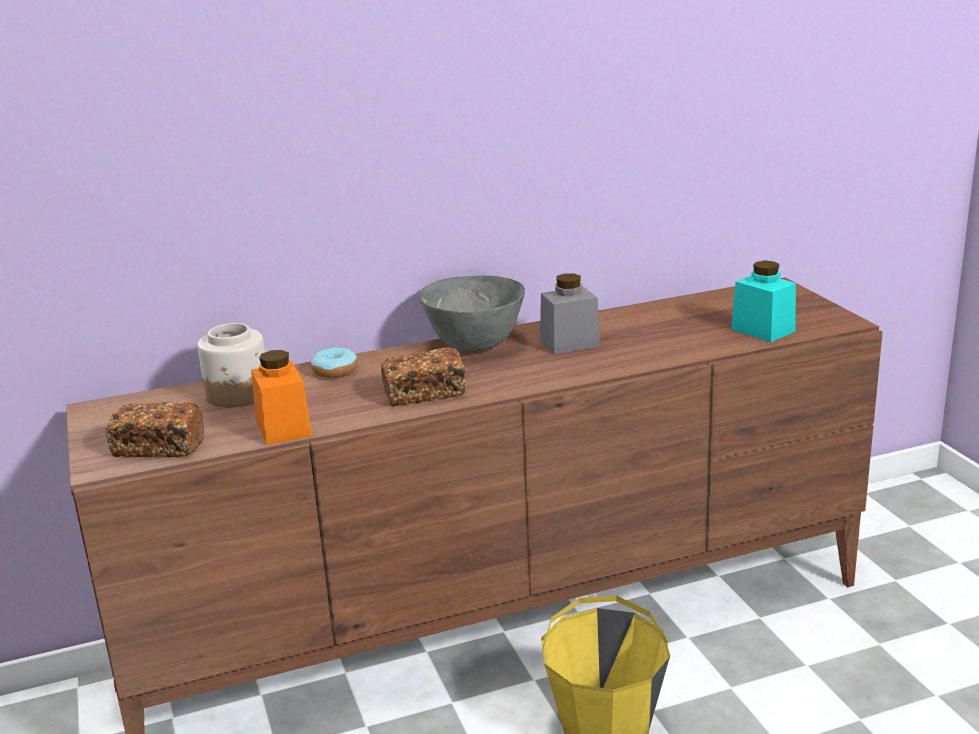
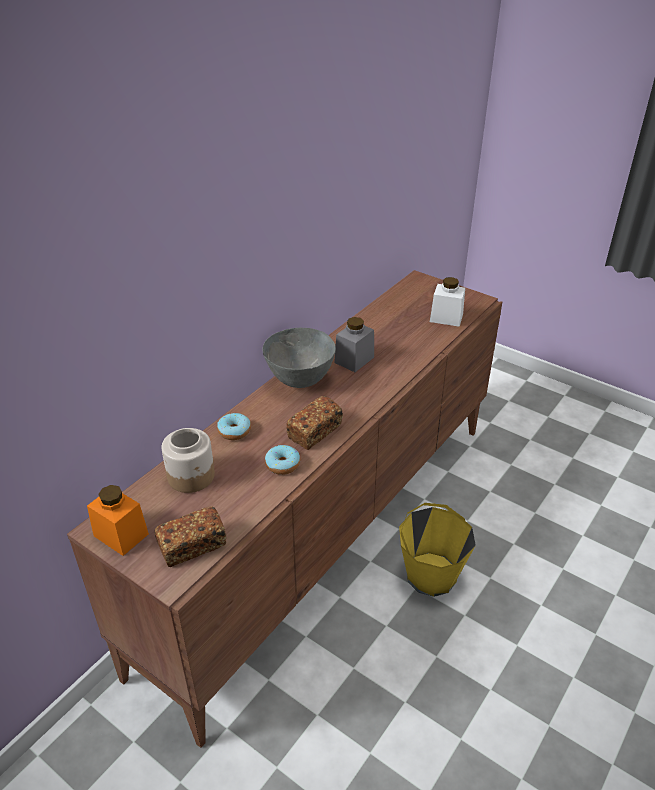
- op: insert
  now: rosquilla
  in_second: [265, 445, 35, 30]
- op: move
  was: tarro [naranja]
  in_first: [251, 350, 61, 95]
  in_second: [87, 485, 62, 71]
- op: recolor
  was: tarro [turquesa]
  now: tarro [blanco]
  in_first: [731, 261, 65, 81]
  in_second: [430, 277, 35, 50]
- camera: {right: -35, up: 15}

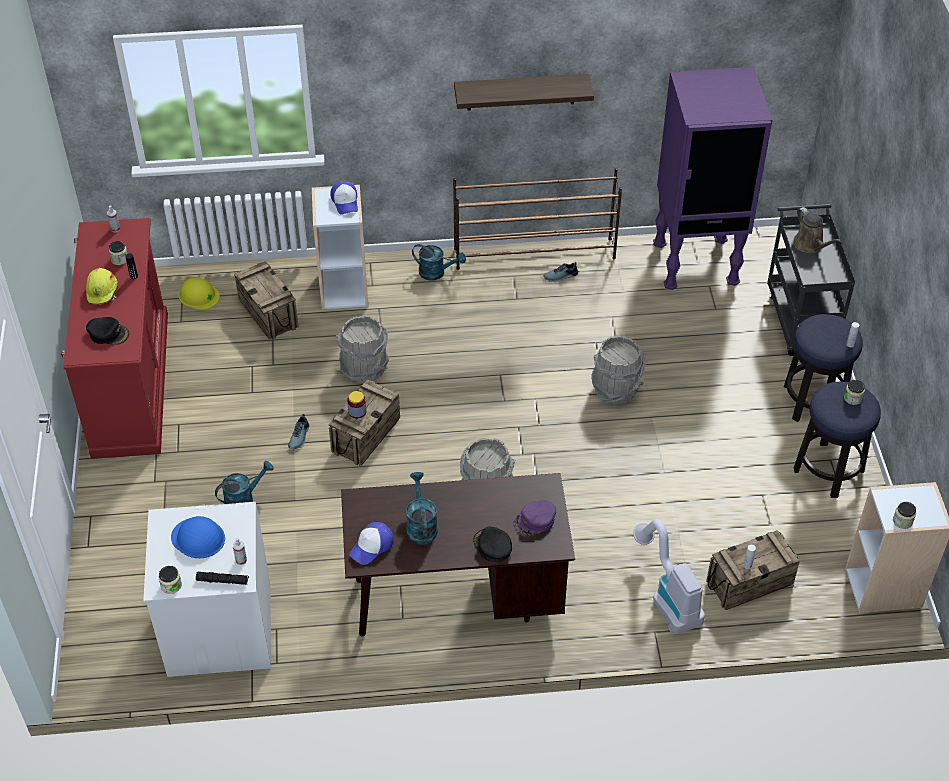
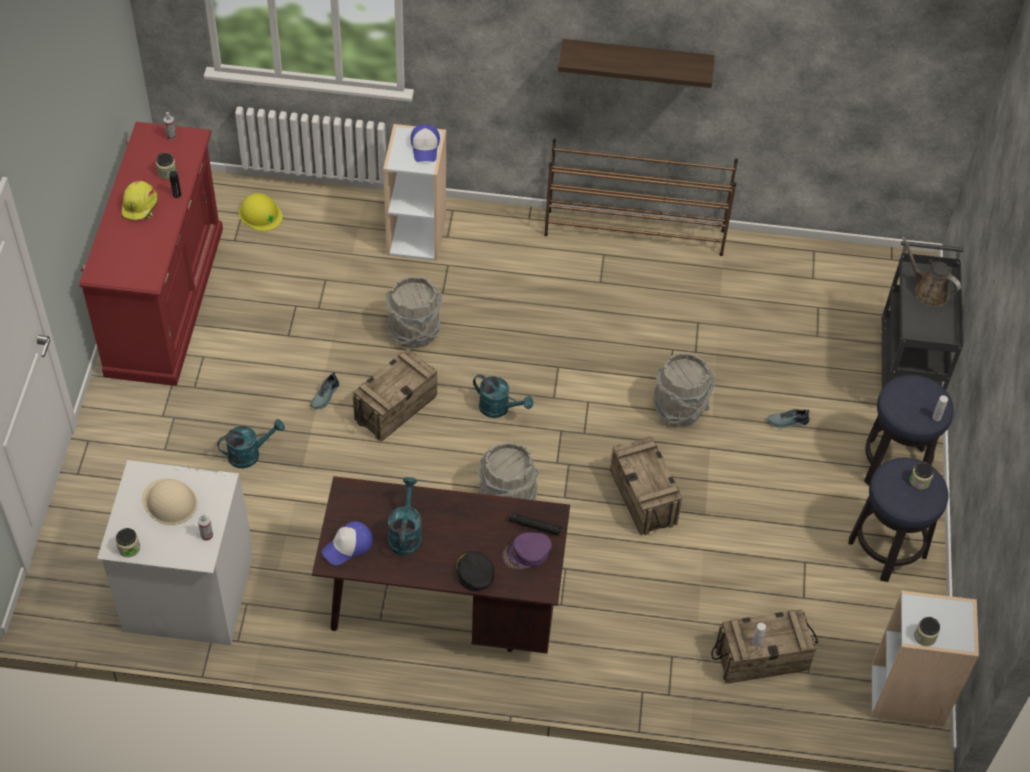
- op: delete
  was: gorra [negro]
  in_first: [86, 317, 43, 28]
- op: delete
  was: tarro
  in_first: [347, 391, 19, 28]
- op: delete
  was: aspiradora
  in_first: [633, 519, 72, 115]
- op: delete
  was: armario [morado]
  in_first: [653, 67, 119, 223]
- op: move
  was: linterna [negro]
  in_first: [196, 572, 53, 13]
  in_second: [509, 512, 53, 24]
- op: move
  was: caja de embalaje
  in_first: [234, 261, 65, 79]
  in_second: [610, 437, 72, 98]
- op: move
  was: regadera [turquesa]
  in_first: [412, 244, 54, 37]
  in_second: [473, 374, 60, 44]
- op: move
  was: zapato
  in_first: [544, 262, 34, 20]
  in_second: [767, 409, 43, 19]
- op: recolor
  was: casco [azul]
  now: casco [beis]
  in_first: [171, 516, 54, 42]
  in_second: [142, 479, 56, 46]
- op: rotate
  was: regadera [marrón]
  in_first: [793, 207, 48, 46]
  in_second: [901, 236, 60, 71]
  clockwise: 150
- camera: {right: 10, up: 5}

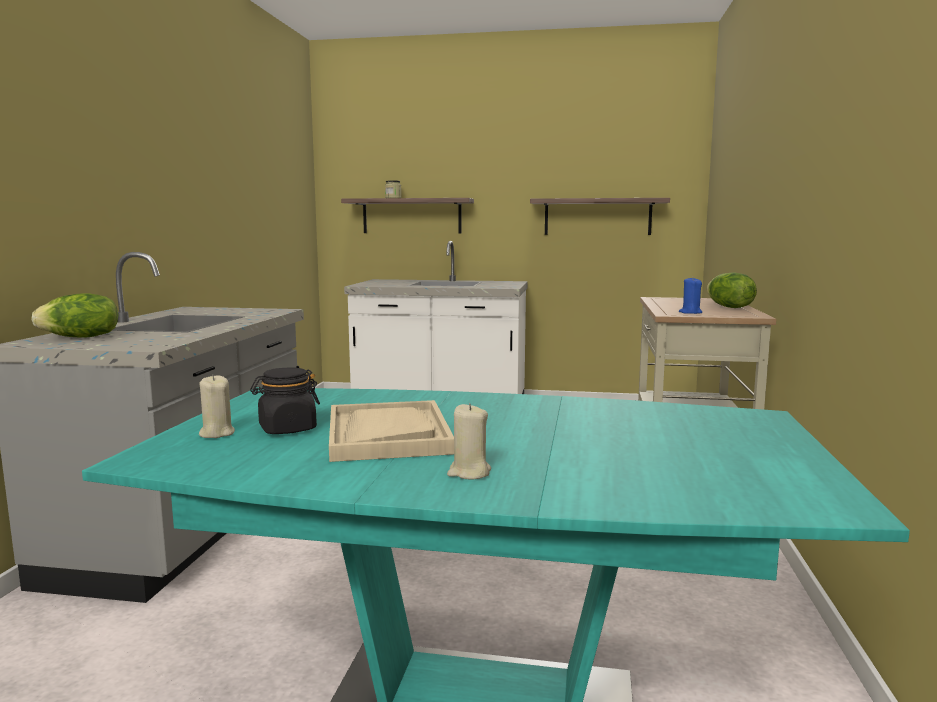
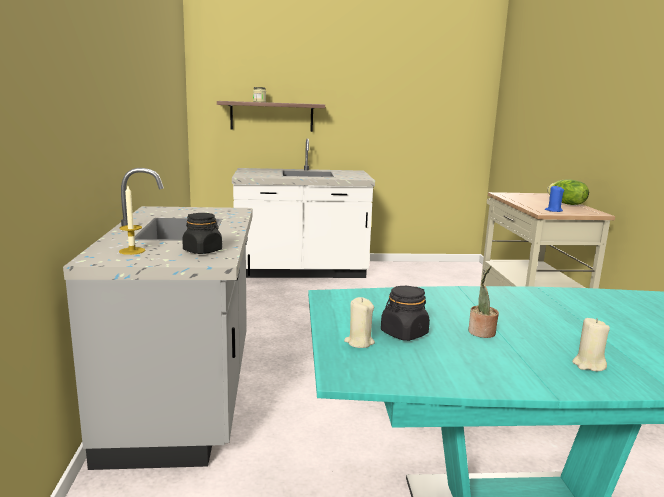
- op: delete
  was: estante
  in_first: [530, 198, 140, 37]
- op: insert
  now: tarro [negro]
  in_second: [182, 213, 40, 41]
- op: replace
  was: lechuga
  now: vela
  in_first: [31, 293, 87, 45]
  in_second: [119, 186, 26, 69]
- op: replace
  was: bandeja [beis]
  now: planta en maceta
  in_first: [329, 400, 125, 62]
  in_second: [468, 265, 31, 73]
- camera: {right: -15, up: 5}

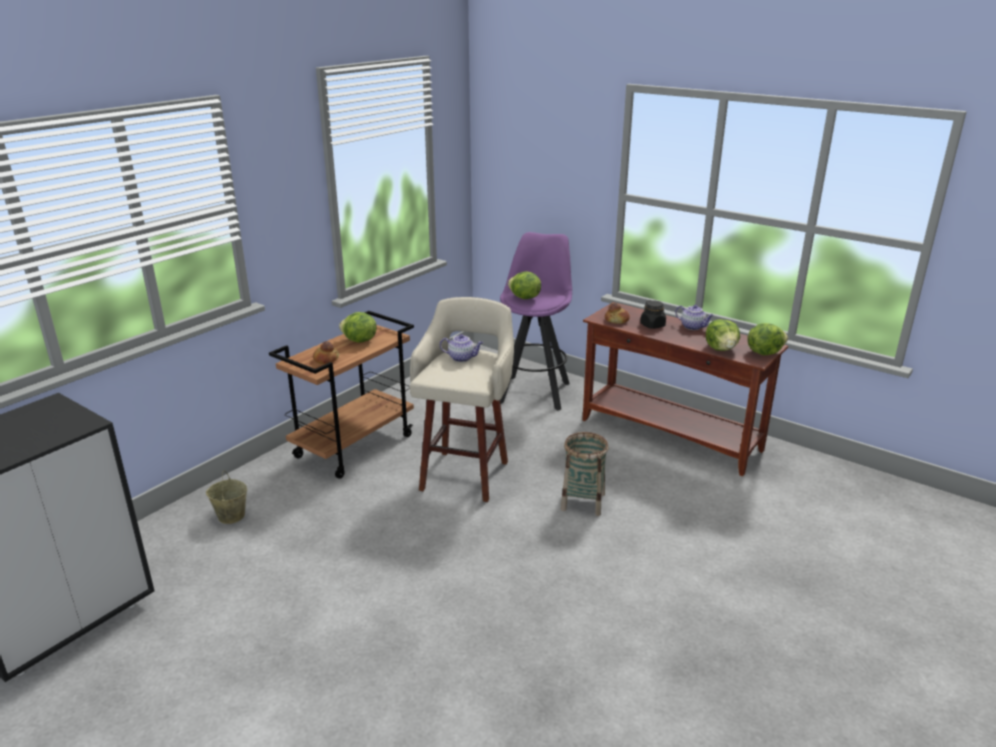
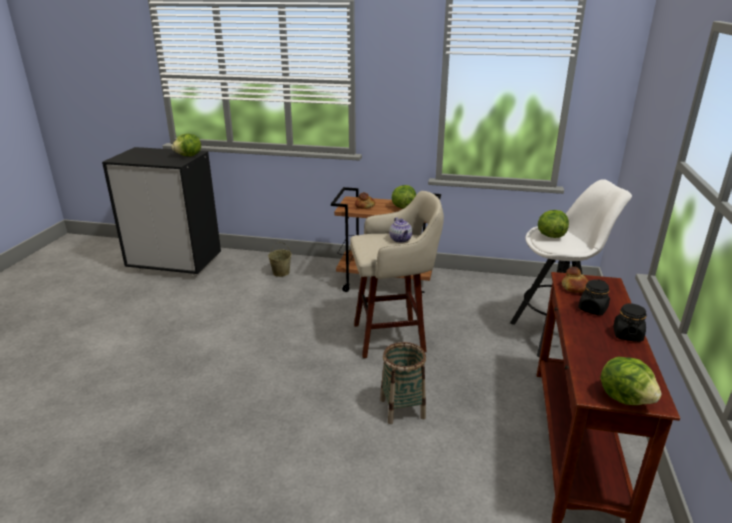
- op: move
  was: lechuga
  in_first: [706, 319, 34, 32]
  in_second: [172, 134, 29, 22]
- op: replace
  was: tetera
  now: tarro [negro]
  in_first: [675, 305, 39, 25]
  in_second: [613, 303, 34, 39]
- op: recolor
  was: taburete [morado]
  now: taburete [blanco]
  in_first: [500, 232, 72, 178]
  in_second: [510, 179, 122, 178]
- camera: {right: 65, up: 0}

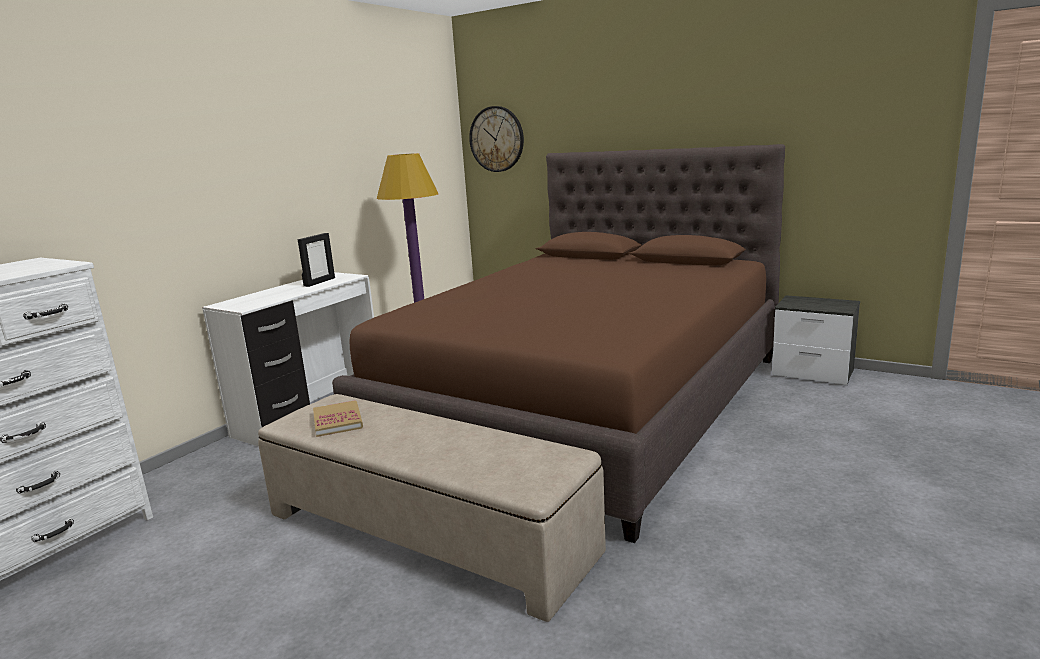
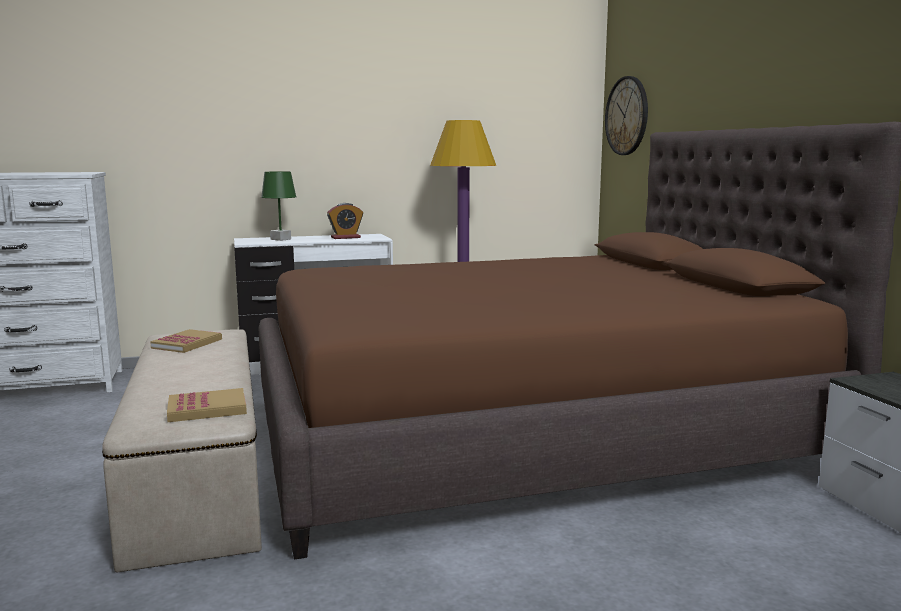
- op: insert
  now: libro
  in_second: [167, 388, 80, 34]
- op: insert
  now: lámpara de mesa [verde]
  in_second: [261, 171, 36, 70]
- op: replace
  was: portarretratos
  now: despertador
  in_first: [298, 233, 37, 54]
  in_second: [327, 203, 36, 36]
- camera: {right: 40, up: -5}

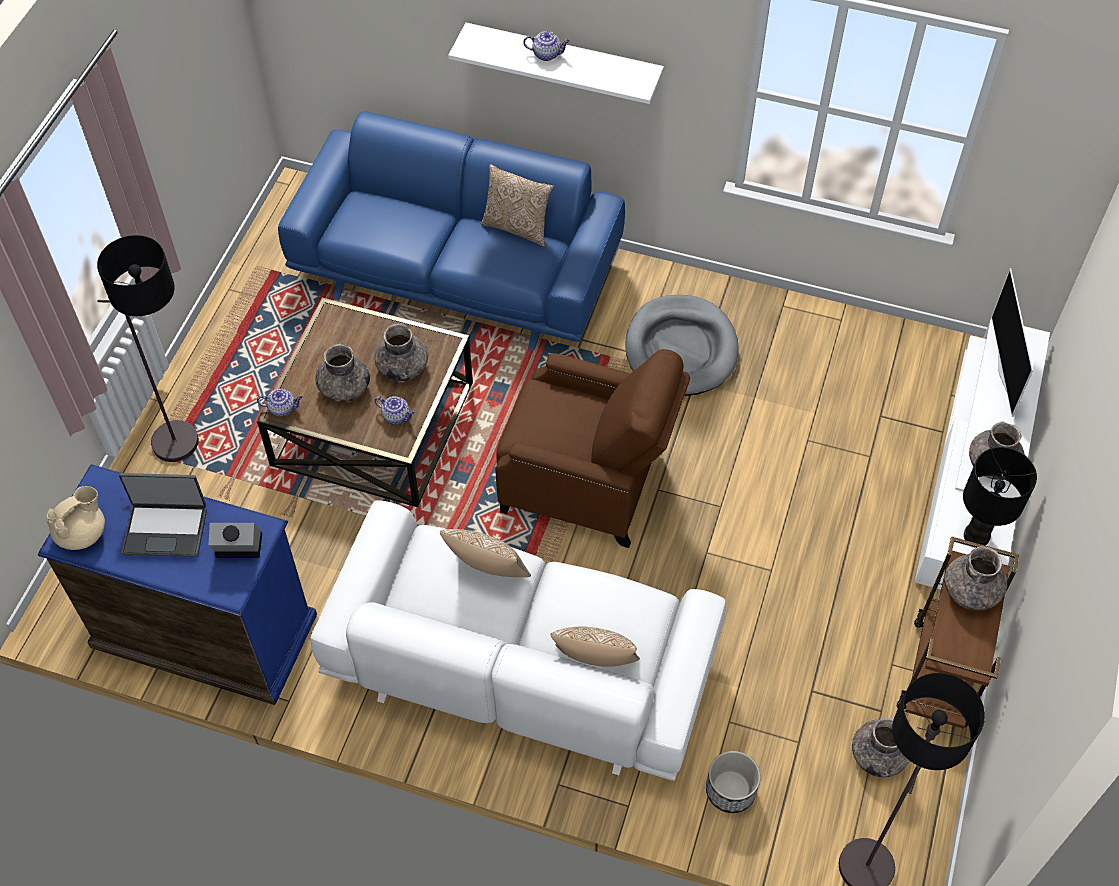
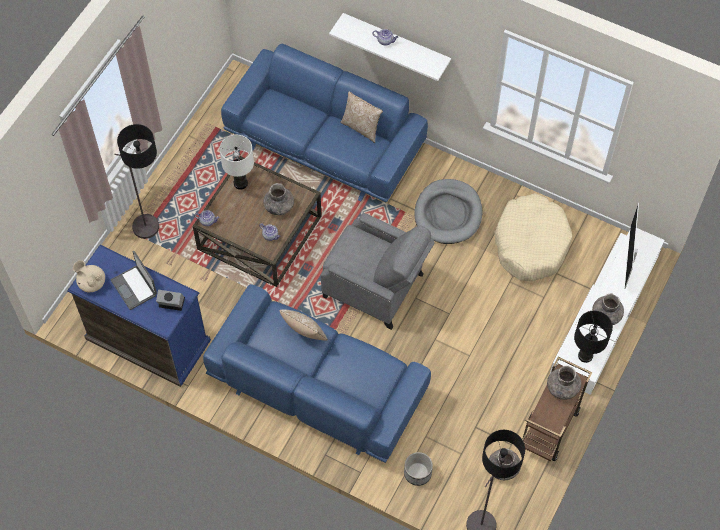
- op: delete
  was: florero [gris]
  in_first: [315, 344, 55, 58]
- op: delete
  was: cojín
  in_first: [551, 627, 89, 40]
- op: insert
  now: lámpara de mesa [blanco]
  in_second: [220, 135, 34, 55]
- op: insert
  now: cama para perro [beis]
  in_second: [494, 193, 78, 89]
- op: recolor
  was: sofá [blanco]
  now: sofá [azul]
  in_first: [310, 500, 416, 281]
  in_second: [203, 284, 228, 179]
- op: recolor
  was: sillón [marrón]
  now: sillón [gris]
  in_first: [495, 349, 195, 199]
  in_second: [321, 213, 114, 117]
- op: rotate
  was: tetera [beis]
  in_first: [46, 486, 59, 64]
  in_second: [73, 260, 32, 32]
  clockwise: -105
- op: rotate
  was: portátil
  in_first: [119, 473, 88, 84]
  in_second: [111, 250, 46, 60]
  clockwise: 45
- camera: {right: 10, up: 5}

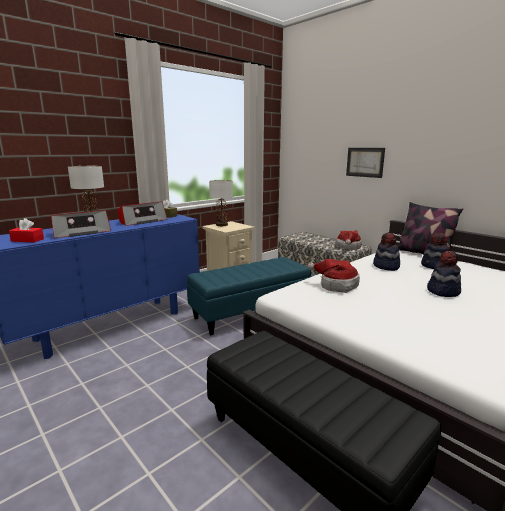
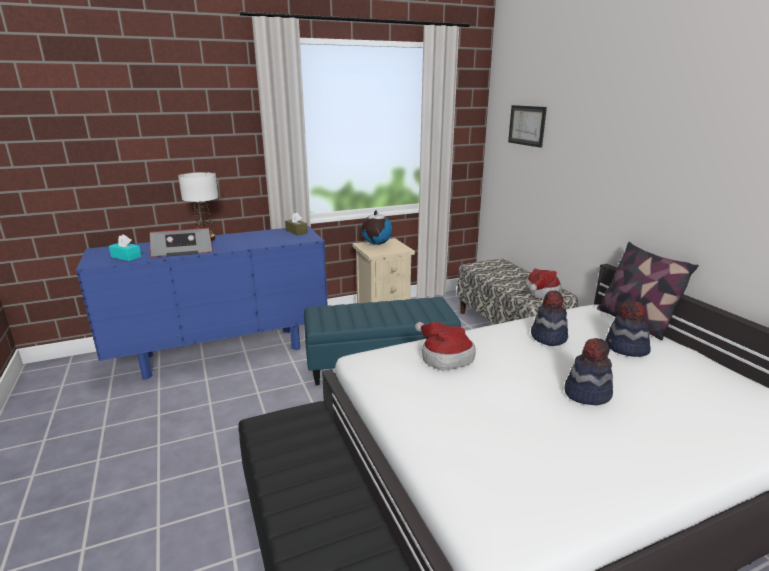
- op: delete
  was: radio
  in_first: [118, 201, 49, 25]
- op: move
  was: cuadro
  in_first: [346, 148, 39, 30]
  in_second: [508, 105, 39, 43]
- op: replace
  was: lámpara de mesa
  now: globo terráqueo
  in_first: [209, 180, 24, 46]
  in_second: [362, 210, 30, 35]
- op: recolor
  was: caja de pañuelos [rojo]
  now: caja de pañuelos [turquesa]
  in_first: [9, 218, 35, 24]
  in_second: [109, 234, 33, 27]
- camera: {right: 20, up: 5}

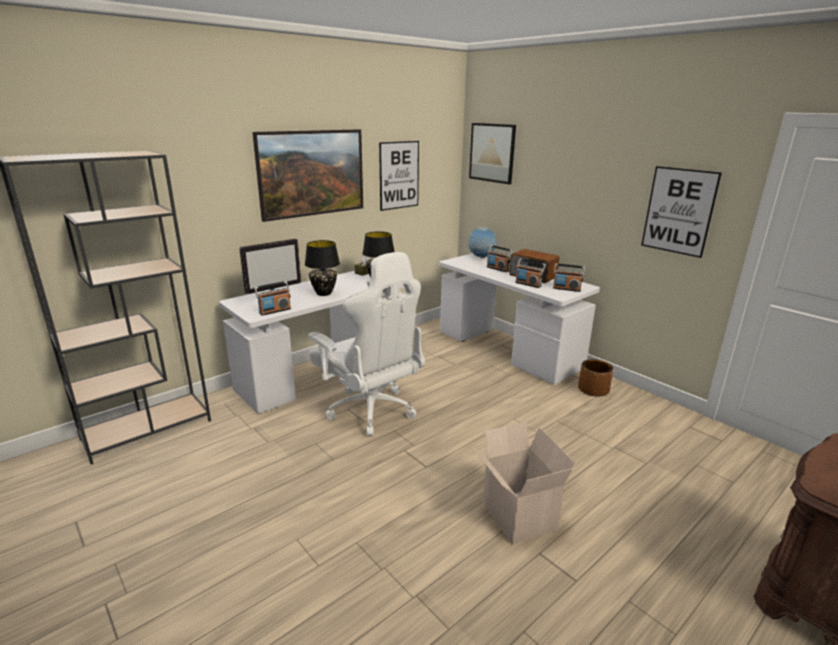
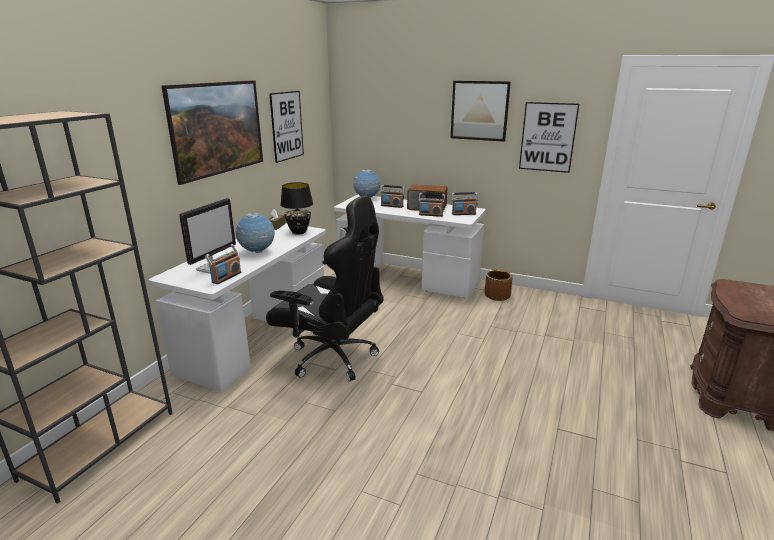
- op: delete
  was: caja de cartón
  in_first: [473, 422, 102, 122]
- op: move
  was: cuadro
  in_first: [469, 123, 47, 61]
  in_second: [451, 81, 60, 61]
- op: replace
  was: lámpara de mesa [negro]
  now: globo terráqueo
  in_first: [305, 240, 35, 56]
  in_second: [235, 213, 40, 40]
- op: recolor
  was: silla de oficina [blanco]
  now: silla de oficina [negro]
  in_first: [308, 252, 117, 184]
  in_second: [266, 195, 118, 187]
- camera: {right: -25, up: 0}

